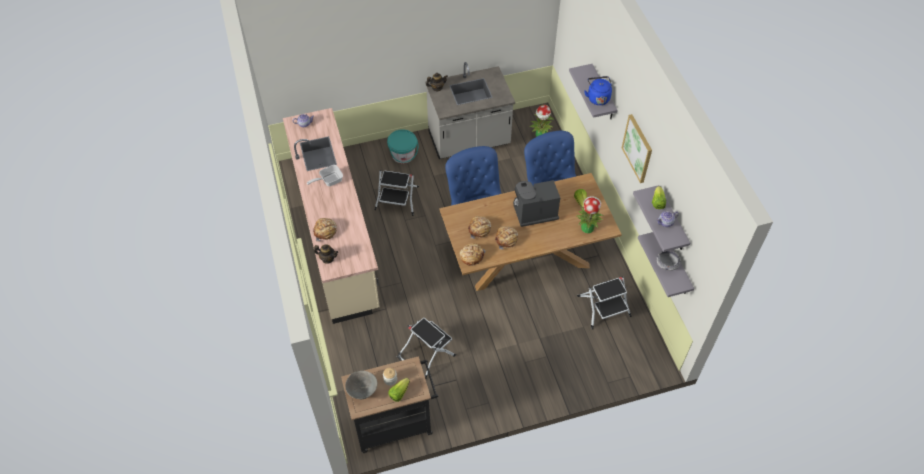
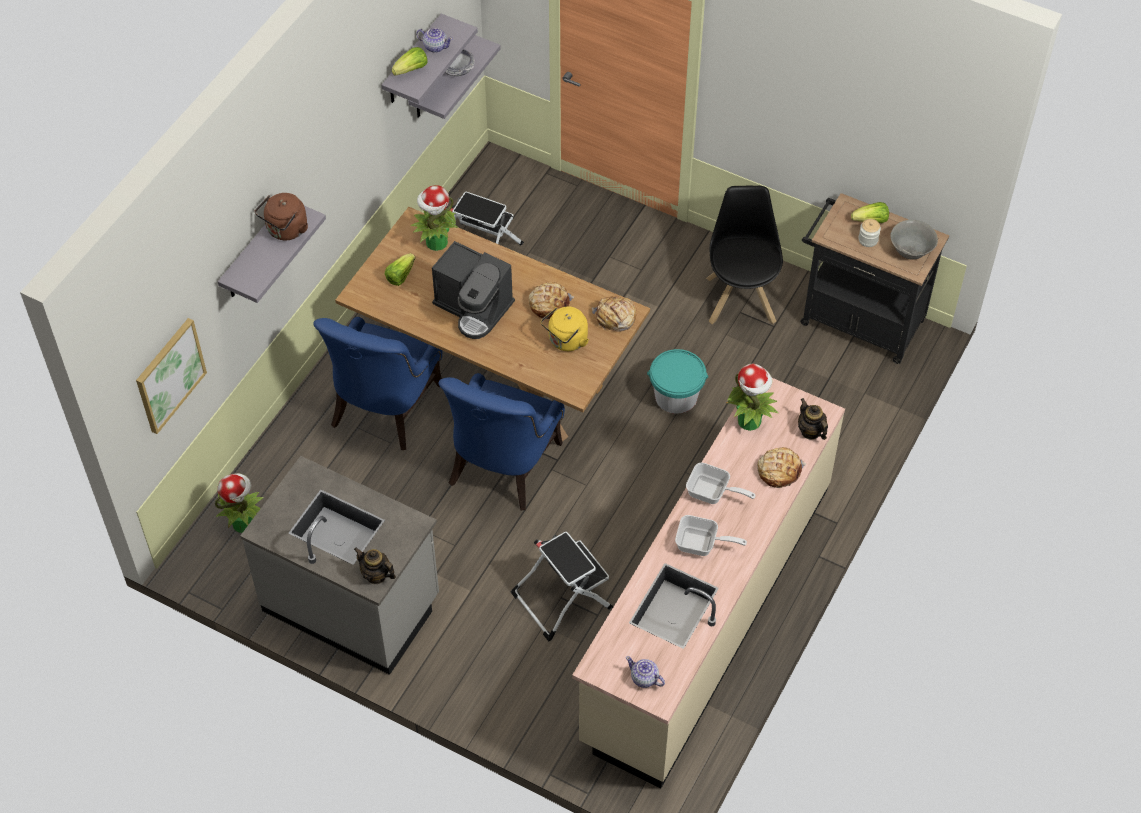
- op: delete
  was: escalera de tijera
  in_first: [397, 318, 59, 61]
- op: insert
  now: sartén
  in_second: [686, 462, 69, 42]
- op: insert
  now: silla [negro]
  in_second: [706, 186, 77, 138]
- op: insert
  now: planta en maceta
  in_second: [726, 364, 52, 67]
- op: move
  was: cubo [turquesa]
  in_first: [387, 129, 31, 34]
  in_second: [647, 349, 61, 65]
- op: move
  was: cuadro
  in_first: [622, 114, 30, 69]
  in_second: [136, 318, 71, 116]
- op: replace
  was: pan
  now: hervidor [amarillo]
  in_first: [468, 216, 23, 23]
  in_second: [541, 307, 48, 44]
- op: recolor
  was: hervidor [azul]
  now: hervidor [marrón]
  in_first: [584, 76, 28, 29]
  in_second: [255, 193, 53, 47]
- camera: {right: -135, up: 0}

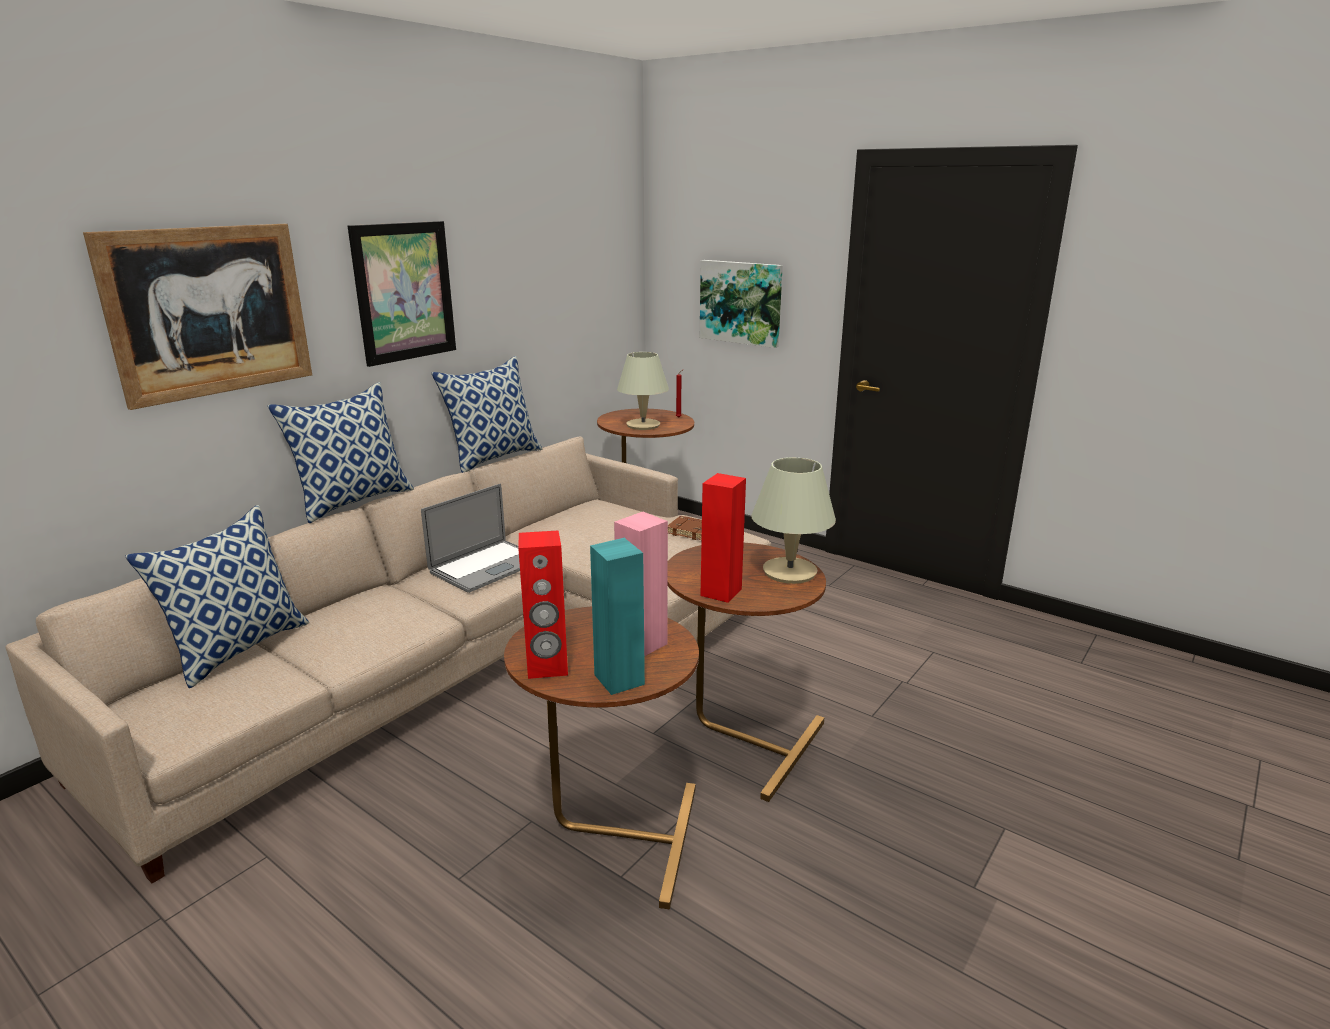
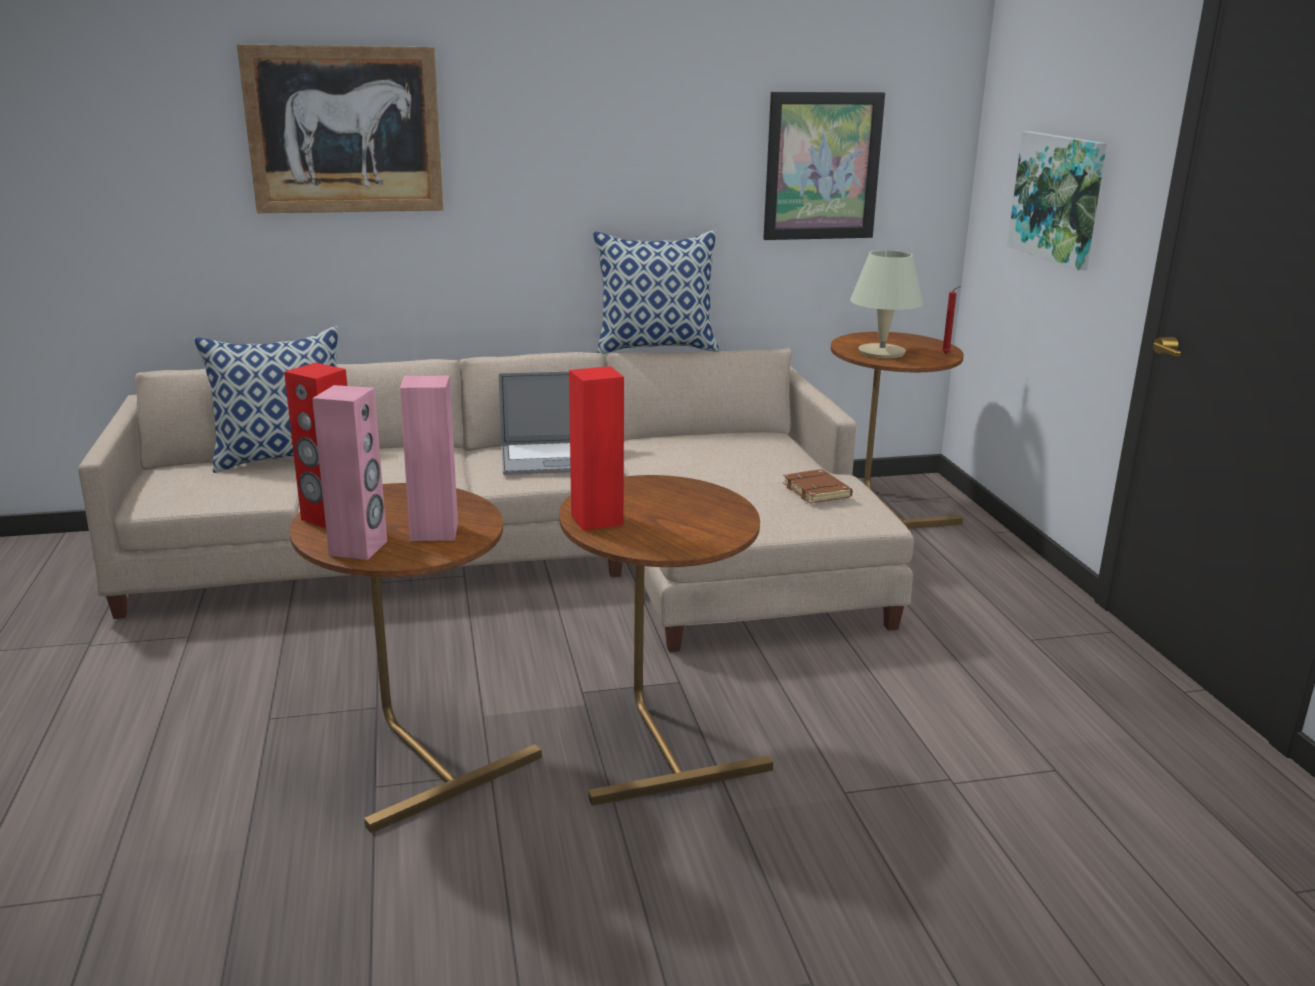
- op: delete
  was: cojín
  in_first: [268, 382, 146, 141]
- op: delete
  was: lámpara de mesa [beis]
  in_first: [751, 457, 85, 127]
- op: move
  was: cuadro
  in_first: [348, 221, 108, 146]
  in_second: [763, 92, 122, 148]
- op: recolor
  was: altavoz [turquesa]
  now: altavoz [rosa]
  in_first: [590, 538, 55, 157]
  in_second: [312, 385, 75, 175]
- camera: {right: 40, up: 0}

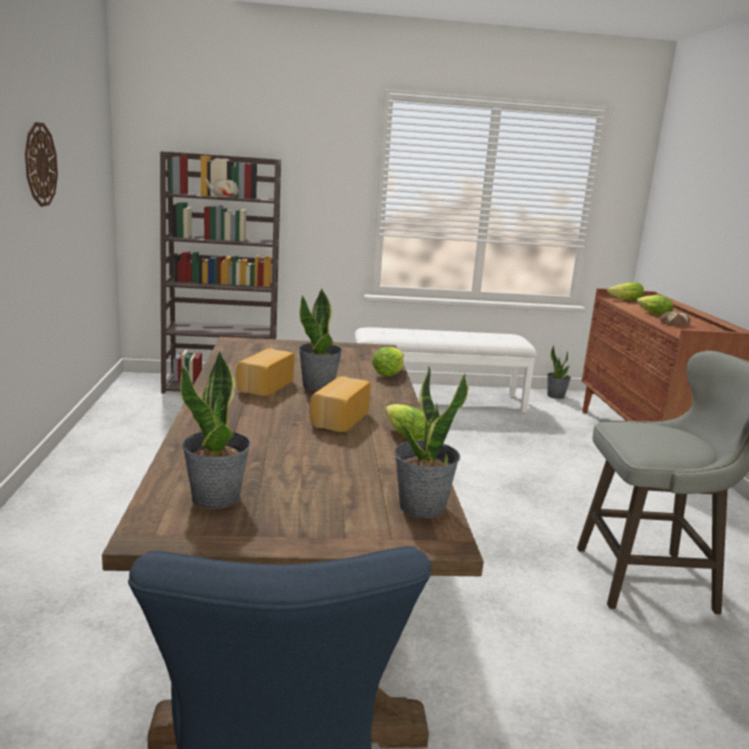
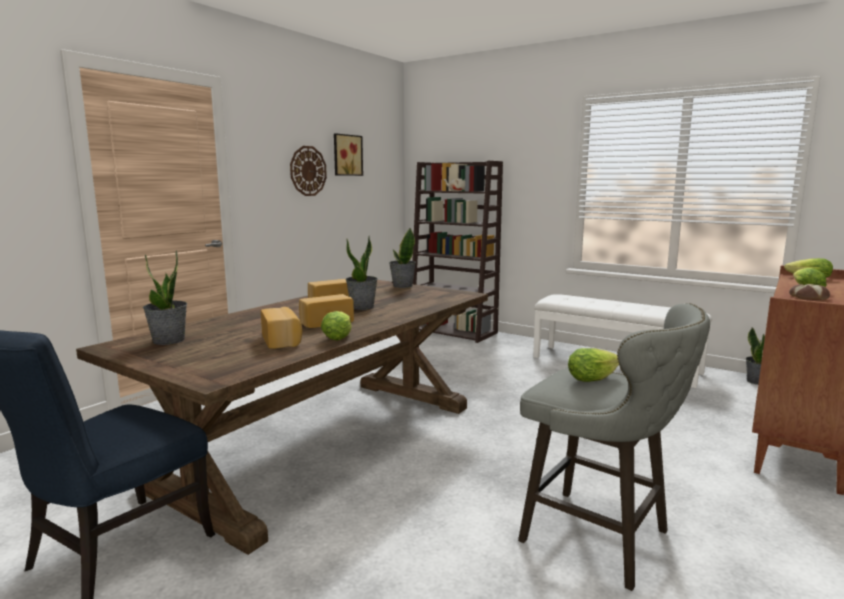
- op: insert
  now: pan
  in_second: [261, 307, 41, 42]
- op: insert
  now: cuadro
  in_second: [334, 133, 29, 43]
- op: move
  was: lechuga
  in_first: [372, 347, 32, 30]
  in_second: [568, 348, 51, 34]
- op: move
  was: planta en maceta
  in_first: [394, 367, 75, 151]
  in_second: [389, 228, 27, 60]
- camera: {right: 40, up: -5}

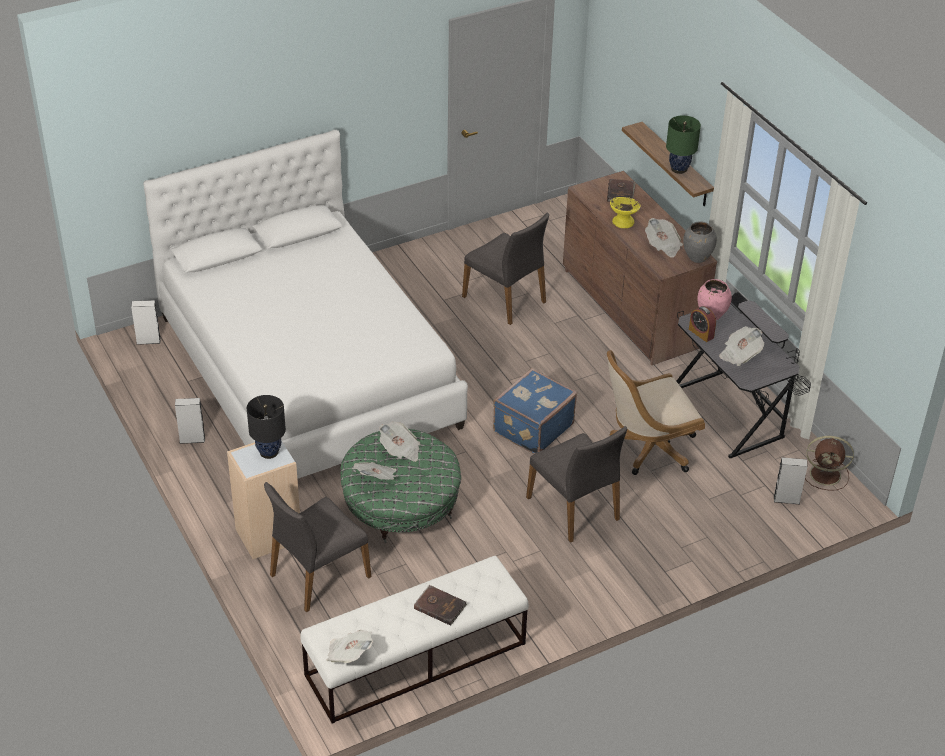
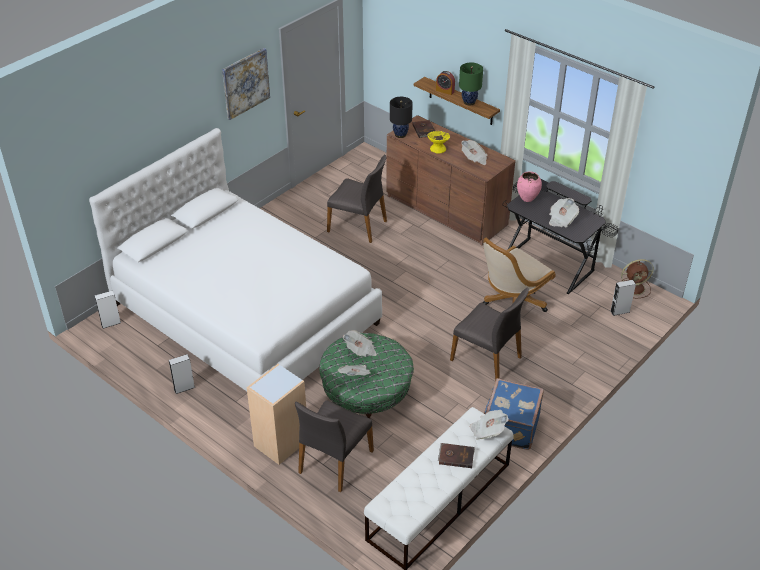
- op: delete
  was: florero [gris]
  in_first: [683, 221, 34, 42]
- op: insert
  now: cuadro
  in_second: [222, 48, 48, 72]
- op: move
  was: lámpara de mesa [negro]
  in_first: [247, 395, 39, 64]
  in_second: [390, 97, 23, 41]
- op: move
  was: periódico
  in_first: [327, 630, 46, 33]
  in_second: [469, 410, 39, 30]
- op: move
  was: maleta [azul]
  in_first: [493, 368, 84, 86]
  in_second: [484, 378, 60, 72]
- op: move
  was: despertador
  in_first: [689, 306, 27, 36]
  in_second: [436, 71, 19, 24]
- camera: {right: -20, up: 0}

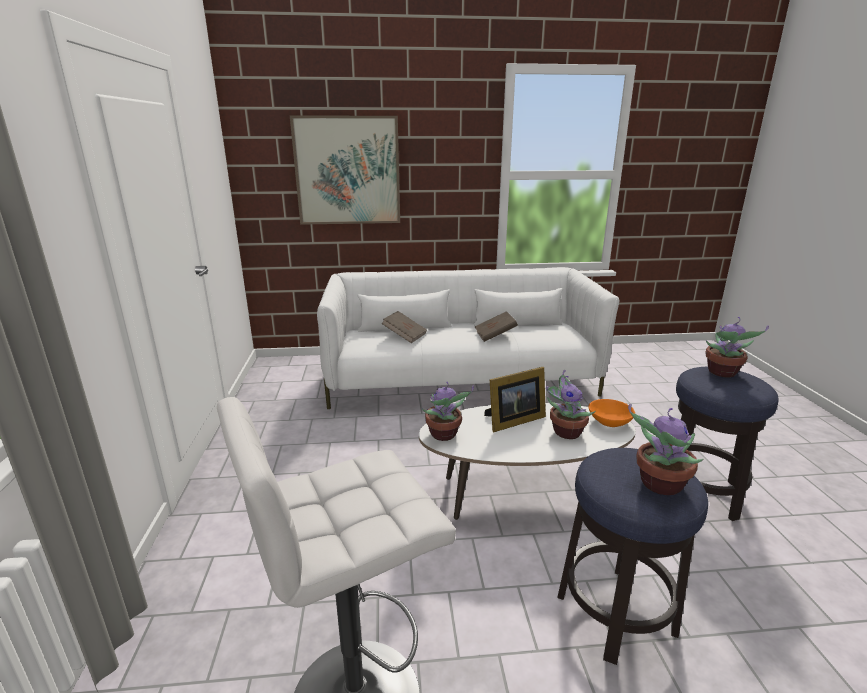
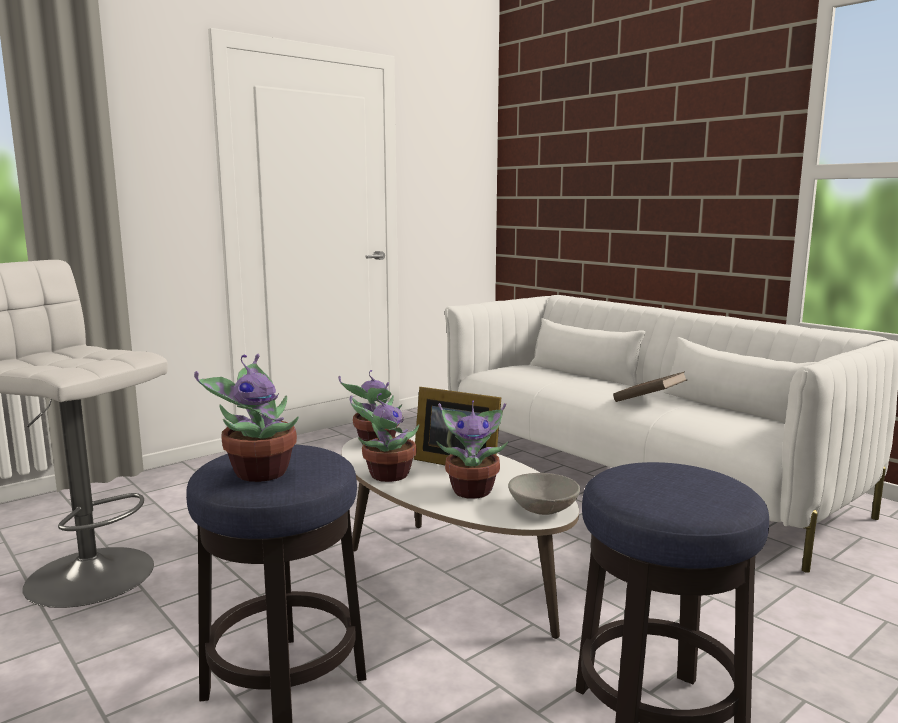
- op: delete
  was: cuadro
  in_first: [290, 115, 110, 110]
- op: delete
  was: libro [marrón]
  in_first: [381, 311, 46, 32]
- op: move
  was: planta en maceta
  in_first: [706, 317, 63, 60]
  in_second: [350, 393, 69, 89]
- op: recolor
  was: cuenco [naranja]
  now: cuenco [gris]
  in_first: [589, 399, 46, 28]
  in_second: [508, 473, 72, 42]
- camera: {right: 55, up: -10}

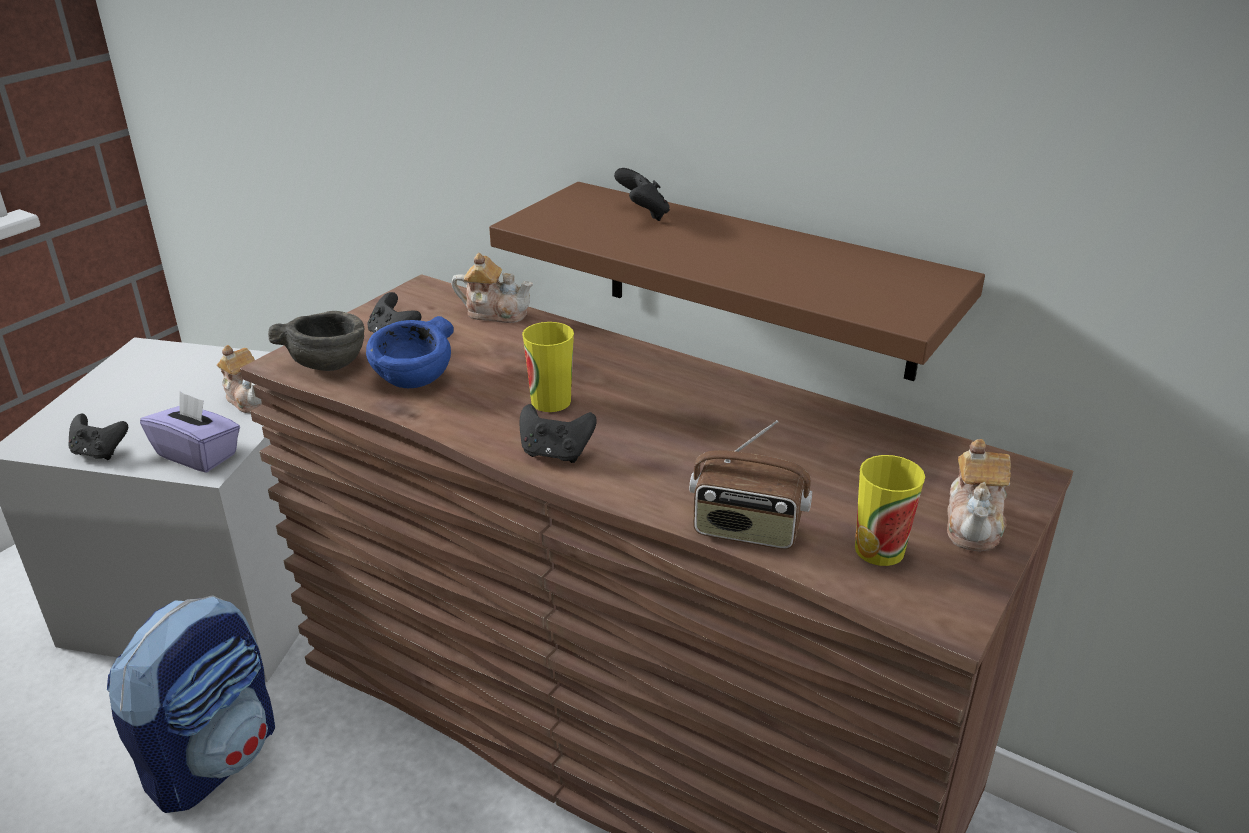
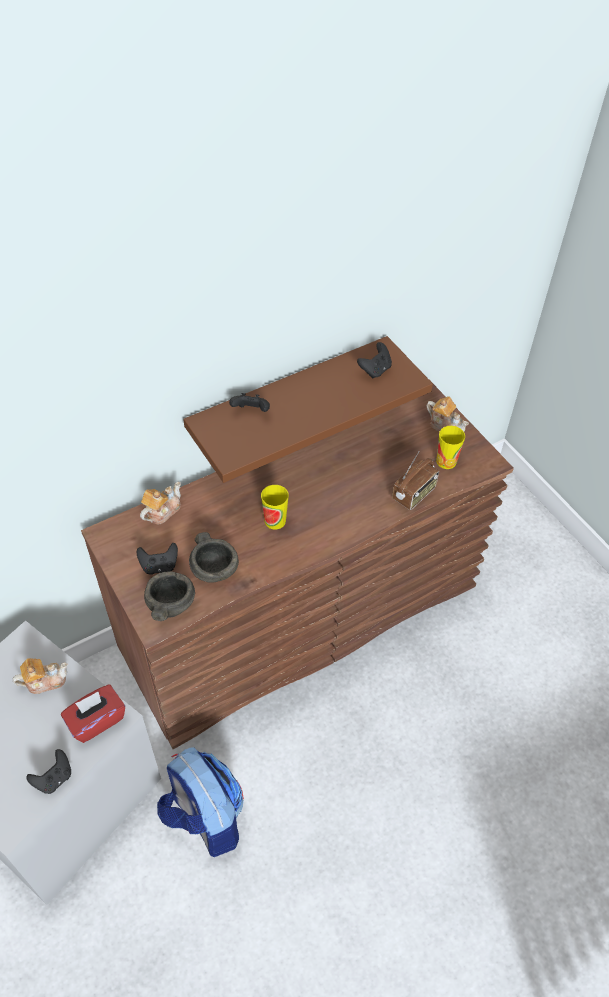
- op: move
  was: mando de consola [negro]
  in_first: [519, 404, 78, 59]
  in_second: [357, 342, 35, 36]
- op: recolor
  was: caja de pañuelos [morado]
  now: caja de pañuelos [rojo]
  in_first: [140, 391, 100, 81]
  in_second: [61, 684, 64, 59]
- op: recolor
  was: cuenco [azul]
  now: cuenco [gris]
  in_first: [366, 316, 88, 72]
  in_second: [189, 532, 50, 51]
- camera: {right: -65, up: 20}

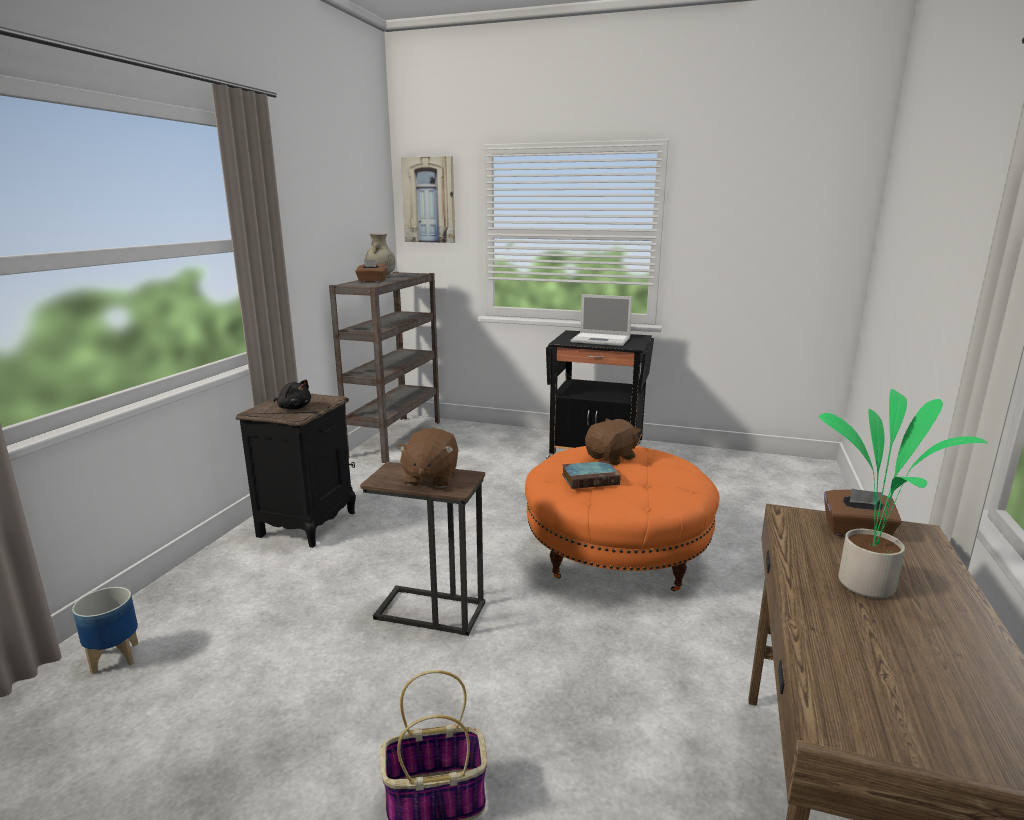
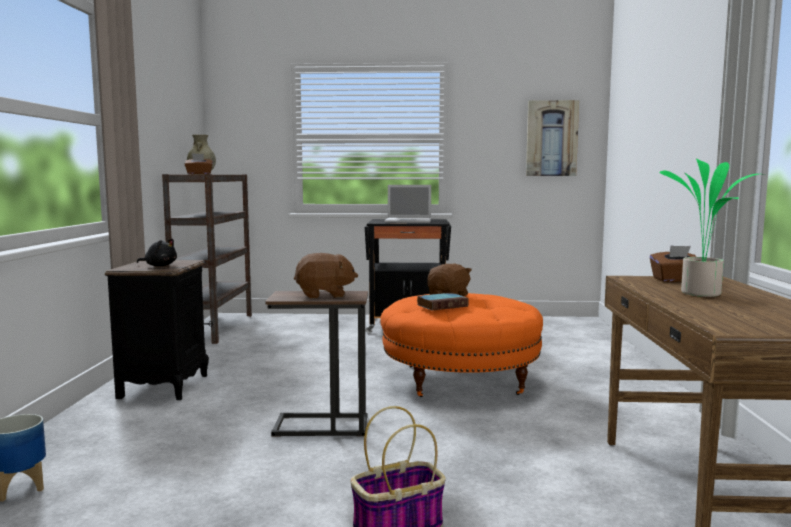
- op: move
  was: cuadro
  in_first: [401, 156, 54, 87]
  in_second: [526, 100, 53, 76]
- op: rotate
  was: peluche [marrón]
  in_first: [397, 428, 61, 60]
  in_second: [294, 253, 64, 45]
  clockwise: -90
- camera: {right: -15, up: -10}

